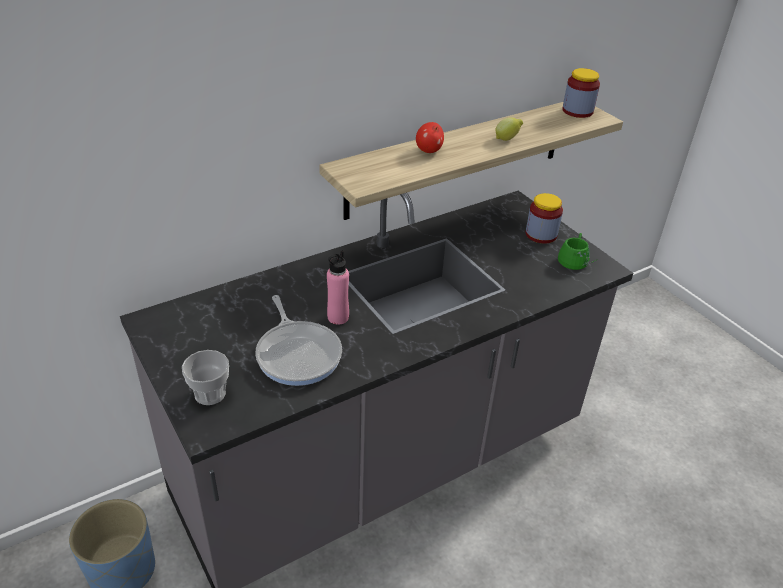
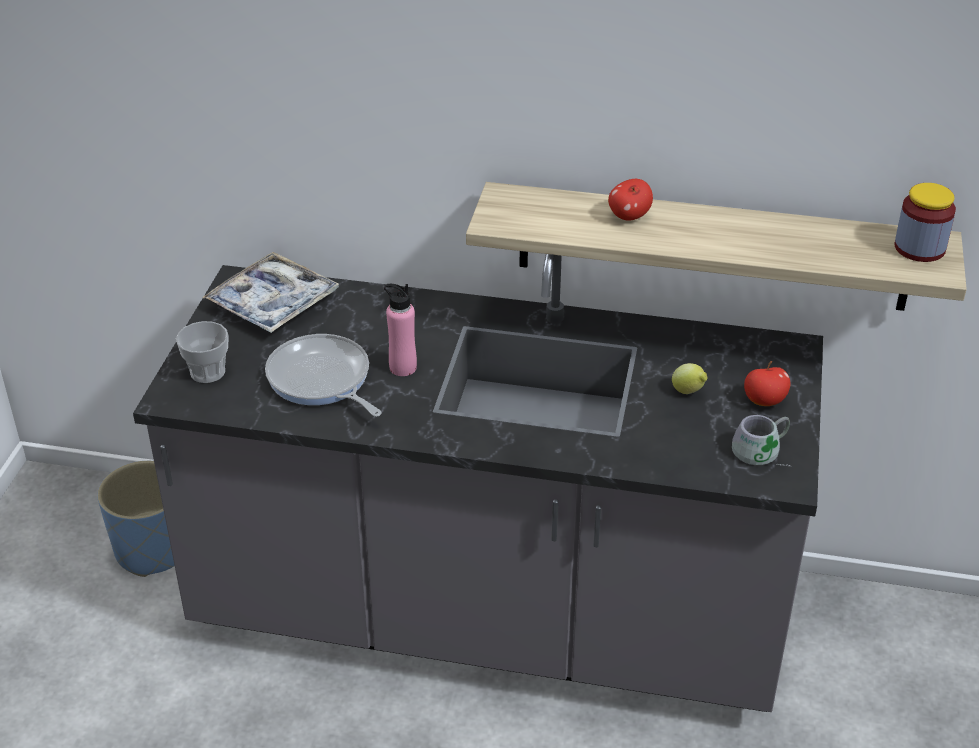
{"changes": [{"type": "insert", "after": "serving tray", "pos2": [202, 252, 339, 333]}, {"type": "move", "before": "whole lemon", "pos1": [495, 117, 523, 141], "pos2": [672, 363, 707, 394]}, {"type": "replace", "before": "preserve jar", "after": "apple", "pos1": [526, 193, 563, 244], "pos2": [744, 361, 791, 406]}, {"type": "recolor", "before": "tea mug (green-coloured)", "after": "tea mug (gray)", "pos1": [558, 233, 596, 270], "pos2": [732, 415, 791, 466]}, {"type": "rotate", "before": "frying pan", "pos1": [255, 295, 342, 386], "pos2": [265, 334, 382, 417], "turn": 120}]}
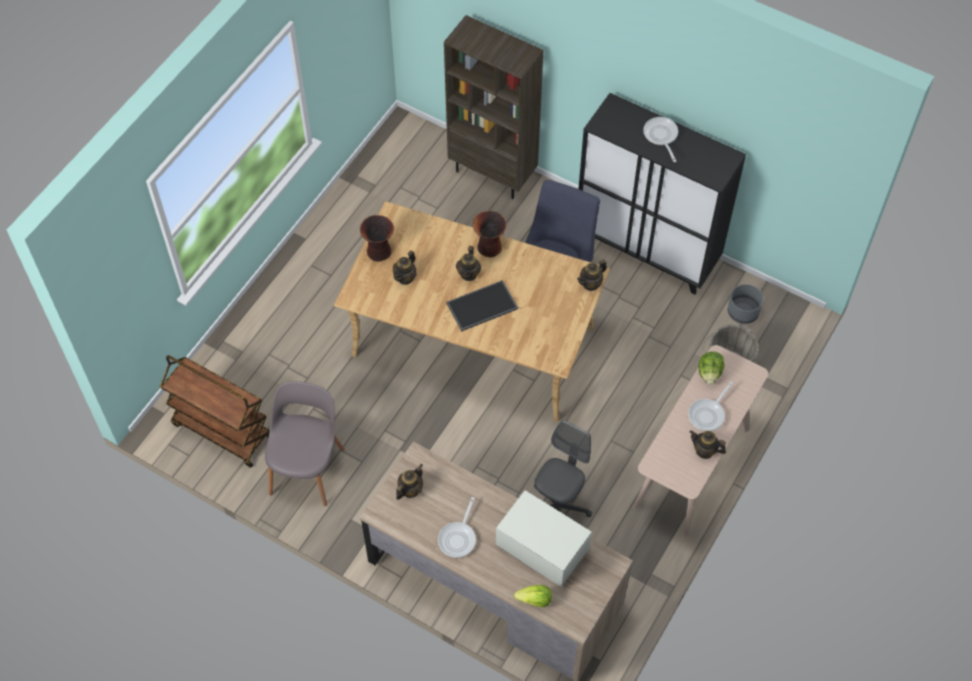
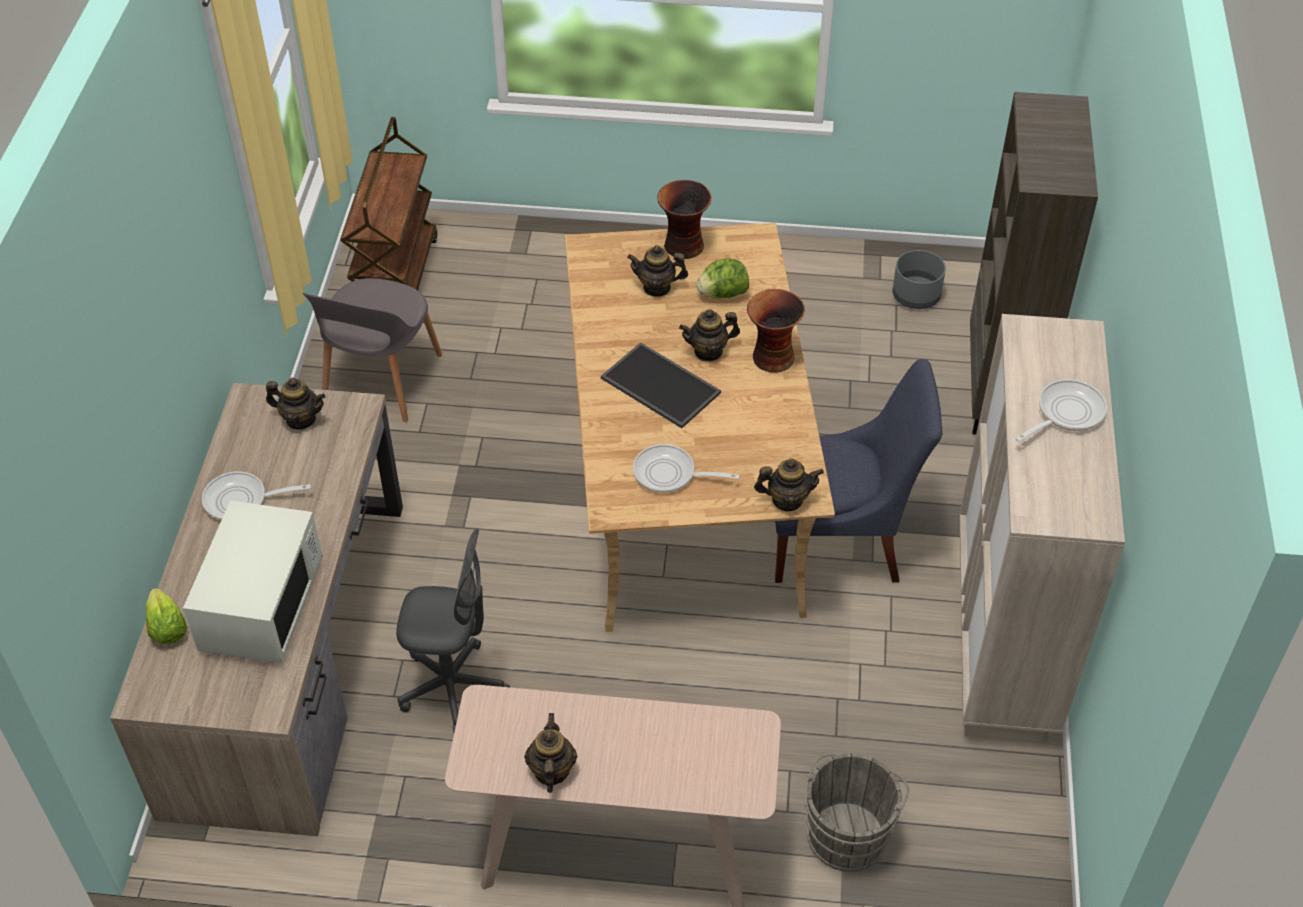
{"changes": [{"type": "move", "before": "frying pan", "pos1": [688, 381, 733, 431], "pos2": [633, 444, 740, 493]}, {"type": "move", "before": "lettuce head", "pos1": [698, 351, 725, 385], "pos2": [697, 258, 749, 298]}, {"type": "move", "before": "flower pot (gray)", "pos1": [728, 284, 763, 324], "pos2": [892, 250, 946, 309]}, {"type": "recolor", "before": "storage cabinet (black)", "after": "storage cabinet (beige)", "pos1": [579, 93, 746, 294], "pos2": [960, 314, 1125, 744]}, {"type": "rotate", "before": "chair (gray)", "pos1": [265, 381, 344, 506], "pos2": [303, 278, 442, 422], "turn": 120}, {"type": "rotate", "before": "pot for tea", "pos1": [577, 259, 607, 291], "pos2": [754, 459, 824, 511], "turn": 150}]}
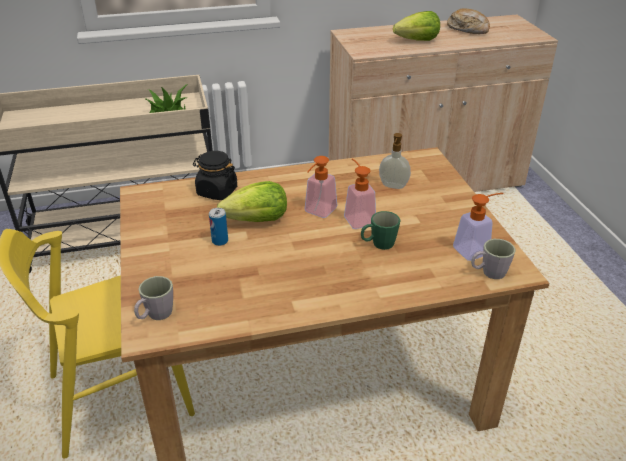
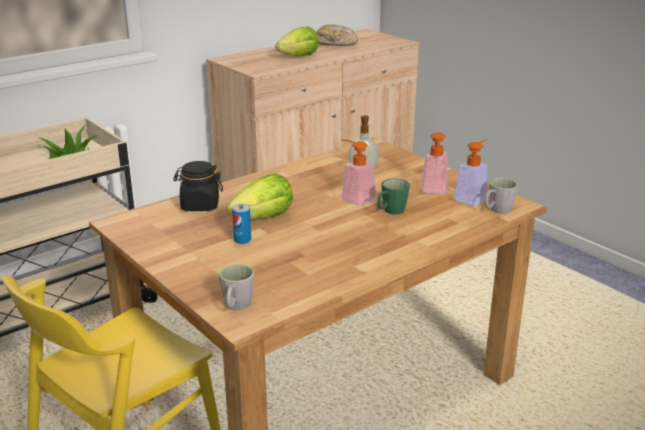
{"changes": [{"type": "move", "before": "soap dispenser", "pos1": [305, 156, 337, 218], "pos2": [421, 132, 448, 194]}]}
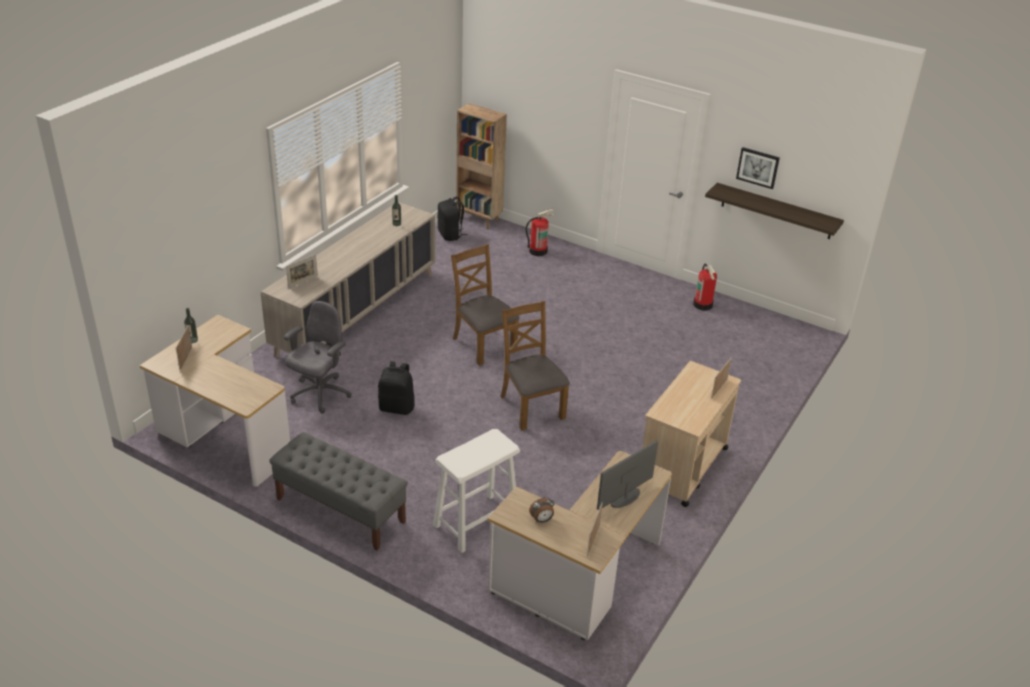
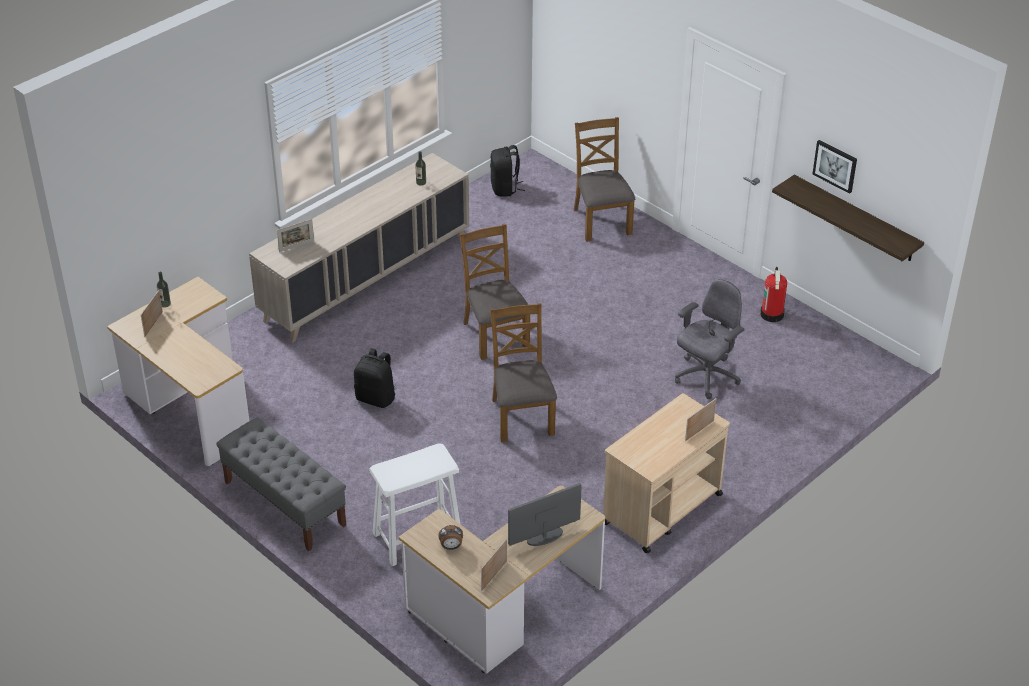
{"changes": [{"type": "delete", "before": "shelving unit (brownish)", "pos1": [456, 103, 507, 229]}, {"type": "move", "before": "desk chair (gray)", "pos1": [284, 301, 352, 414], "pos2": [675, 279, 744, 399]}, {"type": "replace", "before": "fire-fighting cylinder", "after": "chair (brownish)", "pos1": [526, 209, 555, 256], "pos2": [574, 117, 635, 242]}]}
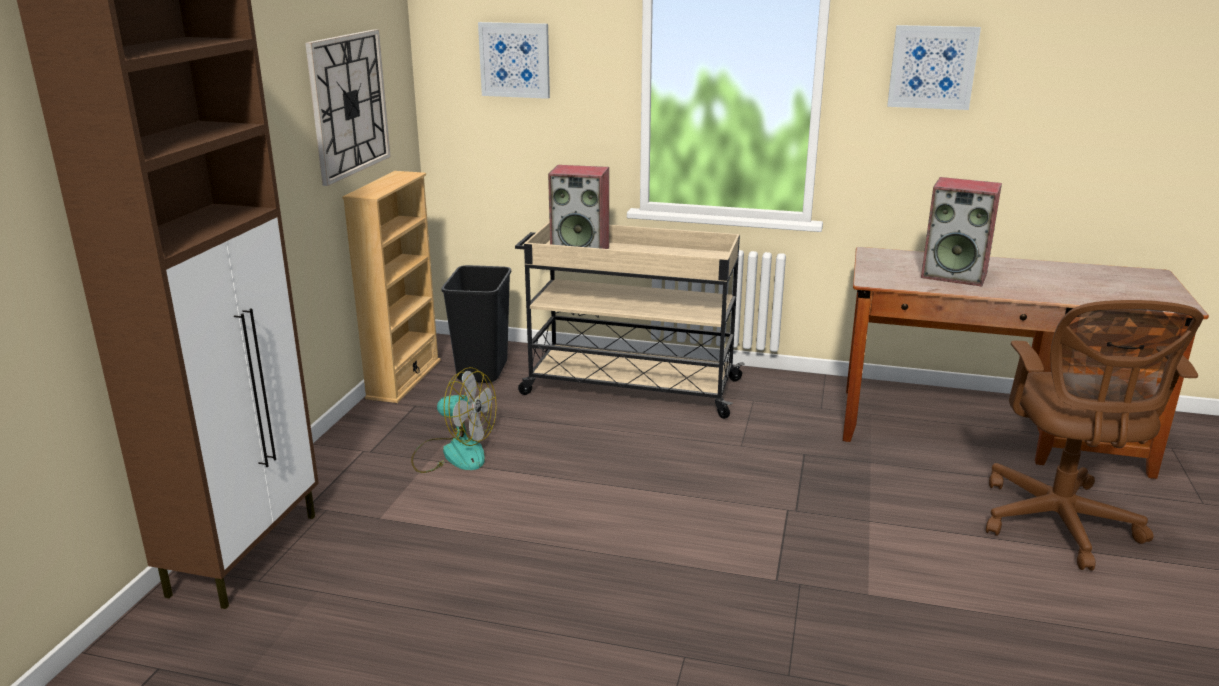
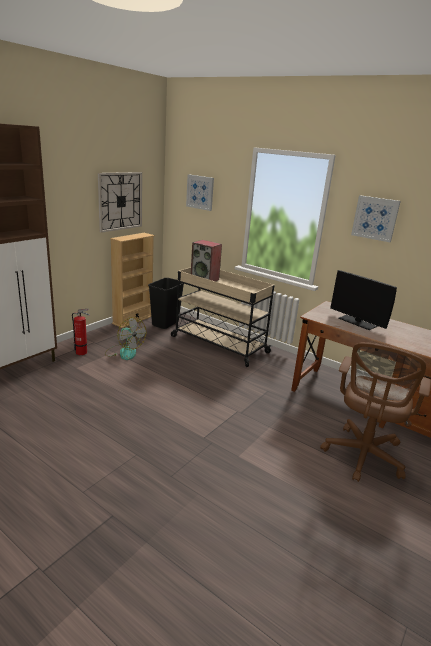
{"changes": [{"type": "insert", "after": "fire-fighting cylinder", "pos2": [72, 309, 90, 355]}, {"type": "replace", "before": "audio speaker", "after": "computer display", "pos1": [921, 177, 1002, 286], "pos2": [330, 270, 397, 330]}]}
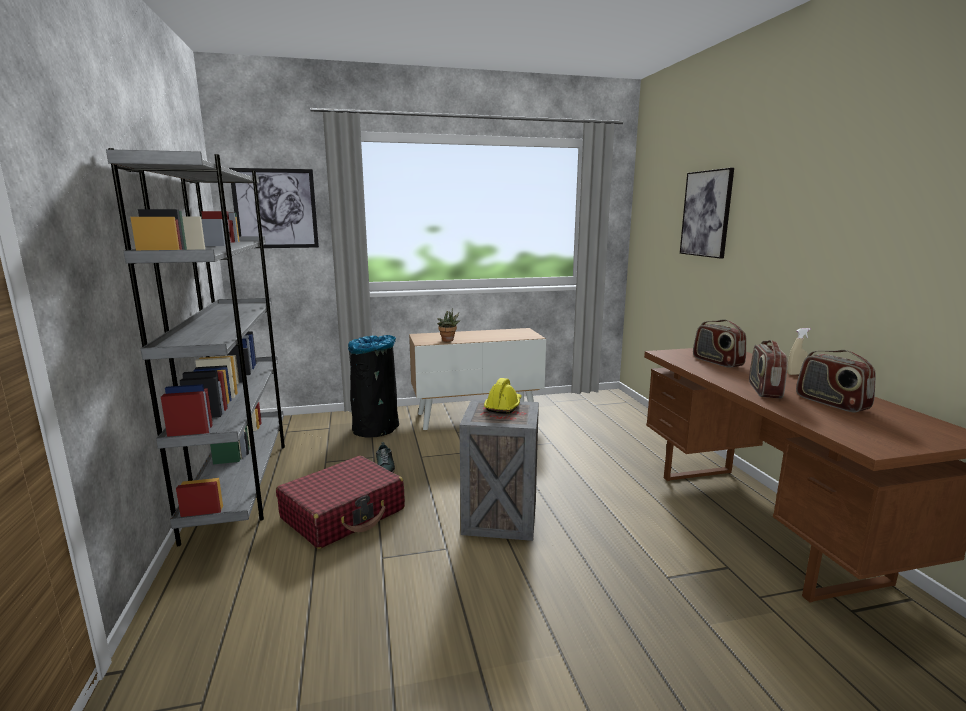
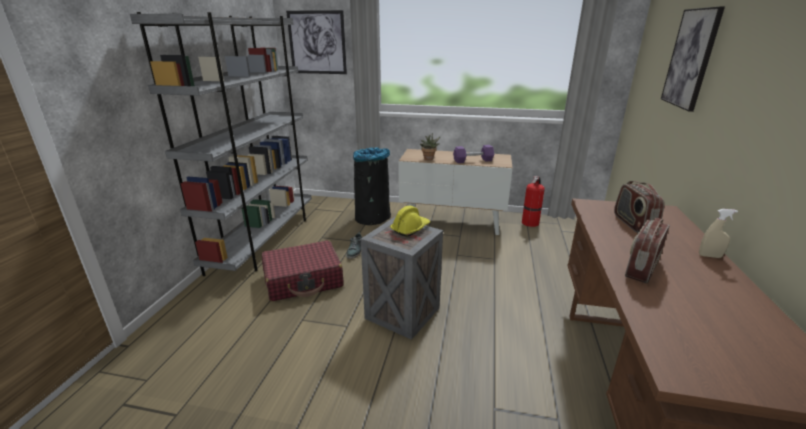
{"changes": [{"type": "delete", "before": "radio receiver", "pos1": [796, 350, 876, 413]}, {"type": "insert", "after": "hand weight (purple-coloured)", "pos2": [453, 145, 494, 163]}, {"type": "insert", "after": "fire-fighting cylinder", "pos2": [522, 176, 545, 227]}]}
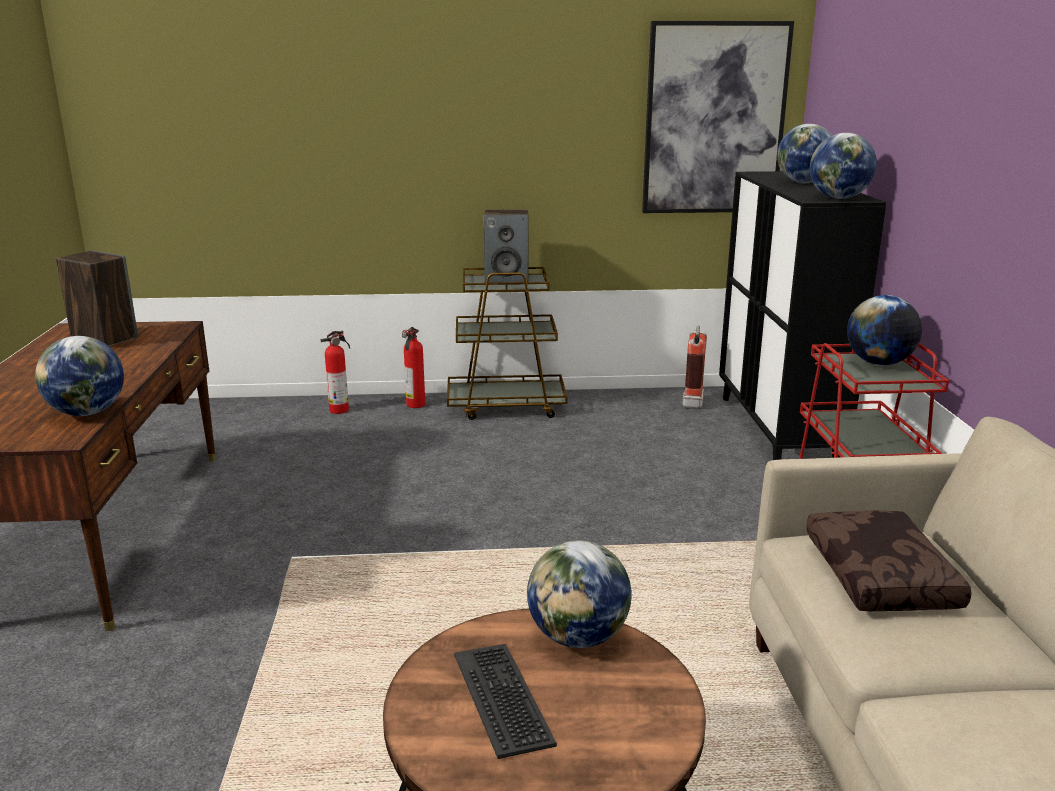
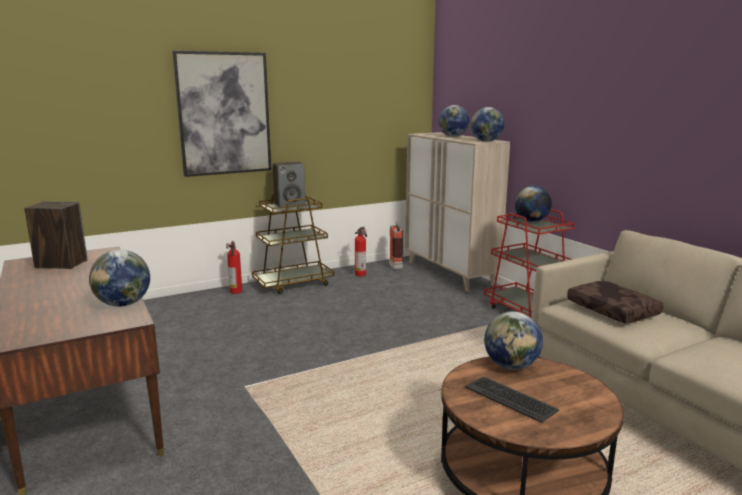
{"changes": [{"type": "move", "before": "fire-fighting cylinder", "pos1": [321, 330, 350, 414], "pos2": [355, 227, 367, 276]}, {"type": "move", "before": "picture", "pos1": [642, 21, 794, 213], "pos2": [172, 51, 271, 177]}, {"type": "recolor", "before": "storage cabinet (black)", "after": "storage cabinet (beige)", "pos1": [719, 171, 886, 460], "pos2": [405, 132, 510, 292]}]}
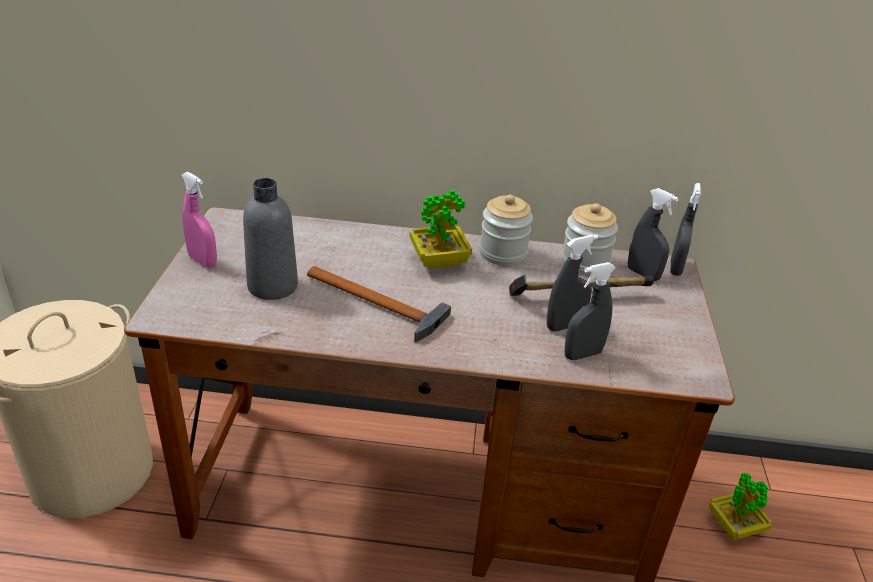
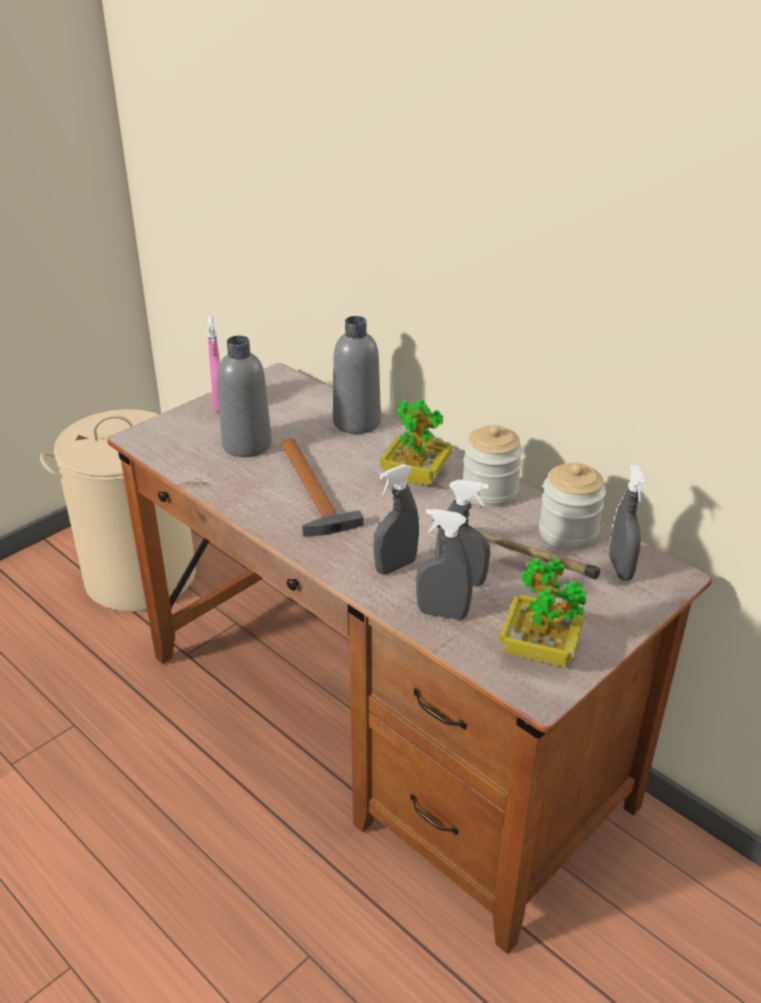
{"changes": [{"type": "insert", "after": "beverage bottle (gray)", "pos2": [333, 316, 381, 434]}, {"type": "move", "before": "spray bottle (gray)", "pos1": [670, 183, 701, 276], "pos2": [373, 464, 419, 574]}, {"type": "move", "before": "potted plant", "pos1": [709, 473, 772, 540], "pos2": [500, 558, 587, 667]}]}
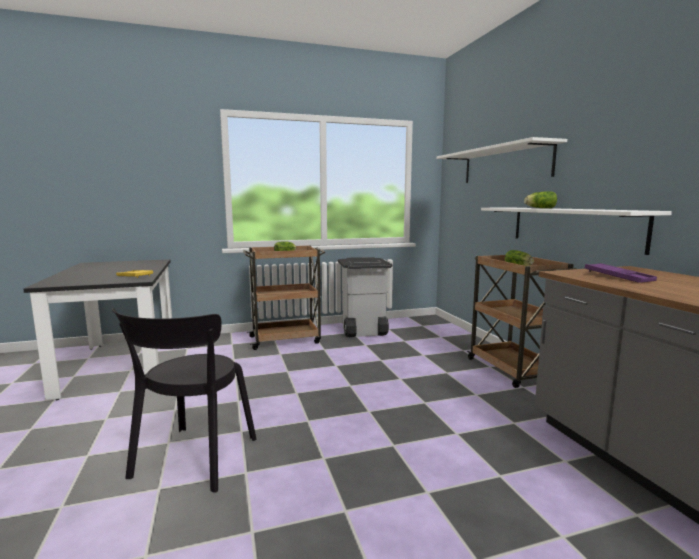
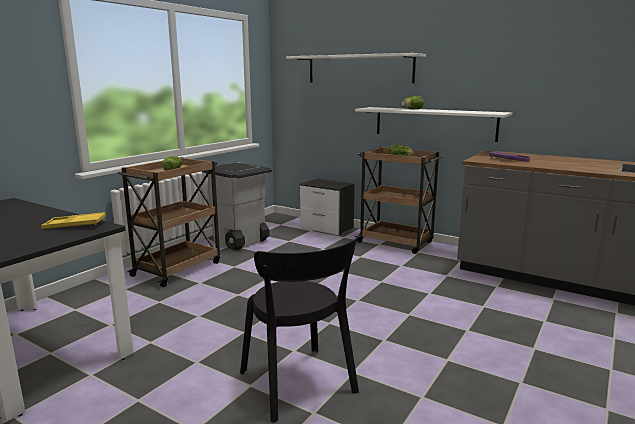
{"changes": [{"type": "insert", "after": "nightstand", "pos2": [300, 178, 355, 236]}]}
